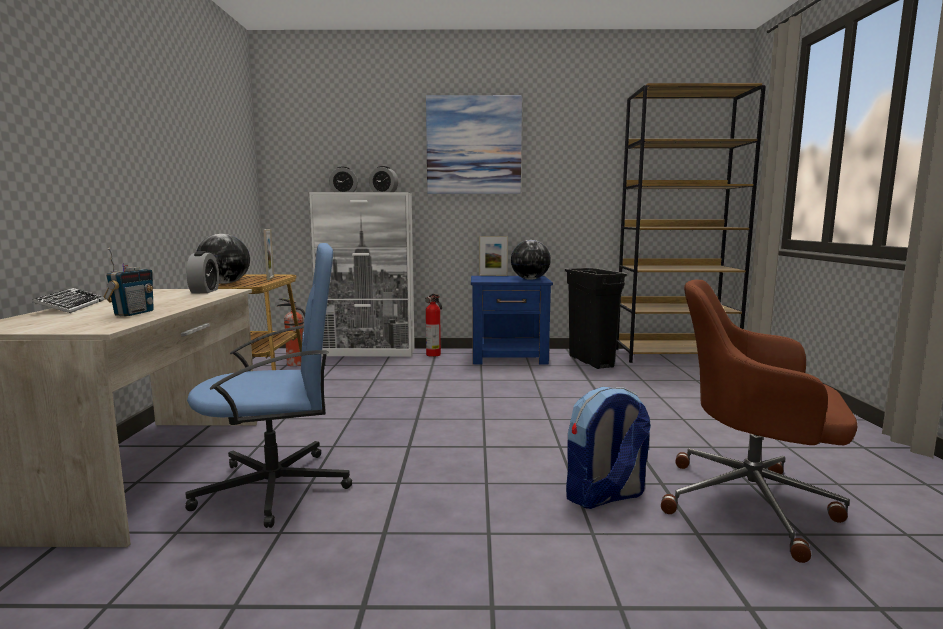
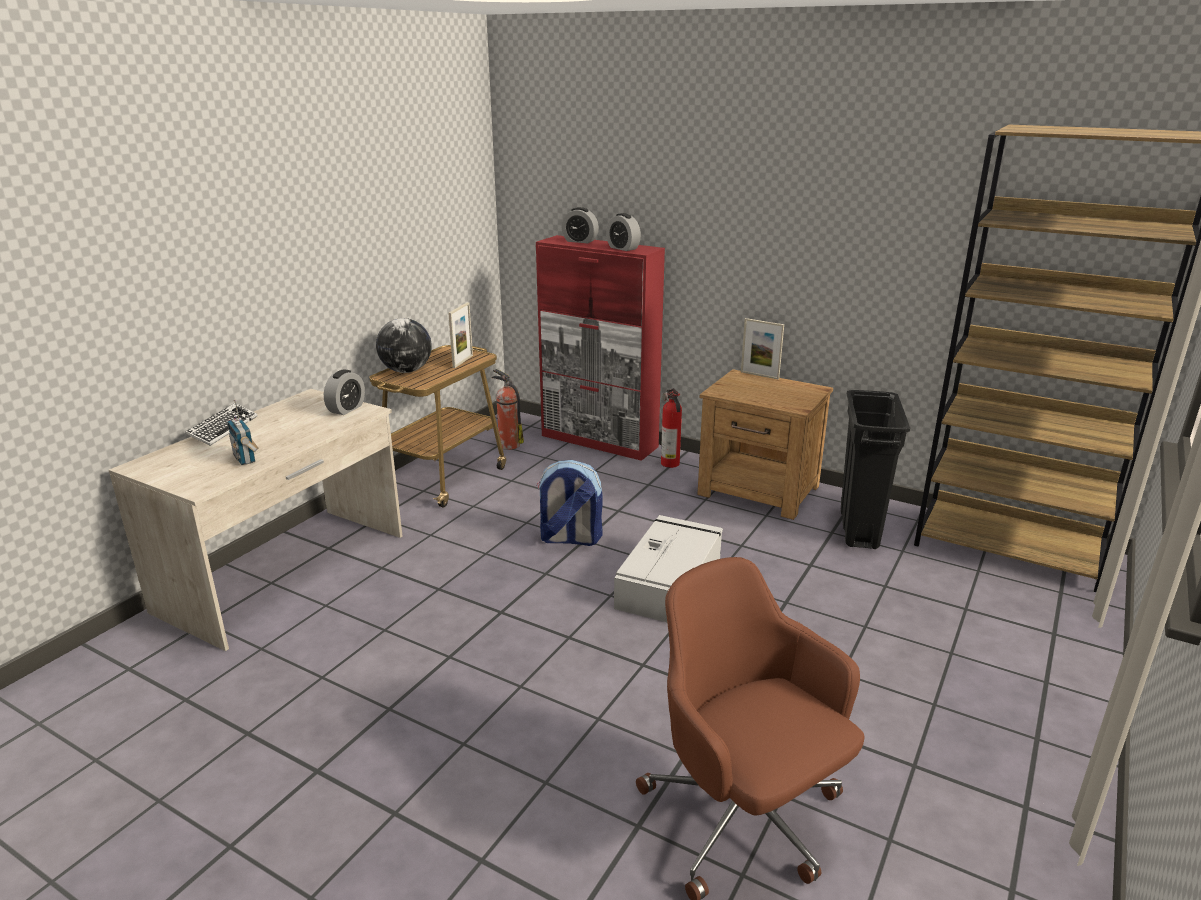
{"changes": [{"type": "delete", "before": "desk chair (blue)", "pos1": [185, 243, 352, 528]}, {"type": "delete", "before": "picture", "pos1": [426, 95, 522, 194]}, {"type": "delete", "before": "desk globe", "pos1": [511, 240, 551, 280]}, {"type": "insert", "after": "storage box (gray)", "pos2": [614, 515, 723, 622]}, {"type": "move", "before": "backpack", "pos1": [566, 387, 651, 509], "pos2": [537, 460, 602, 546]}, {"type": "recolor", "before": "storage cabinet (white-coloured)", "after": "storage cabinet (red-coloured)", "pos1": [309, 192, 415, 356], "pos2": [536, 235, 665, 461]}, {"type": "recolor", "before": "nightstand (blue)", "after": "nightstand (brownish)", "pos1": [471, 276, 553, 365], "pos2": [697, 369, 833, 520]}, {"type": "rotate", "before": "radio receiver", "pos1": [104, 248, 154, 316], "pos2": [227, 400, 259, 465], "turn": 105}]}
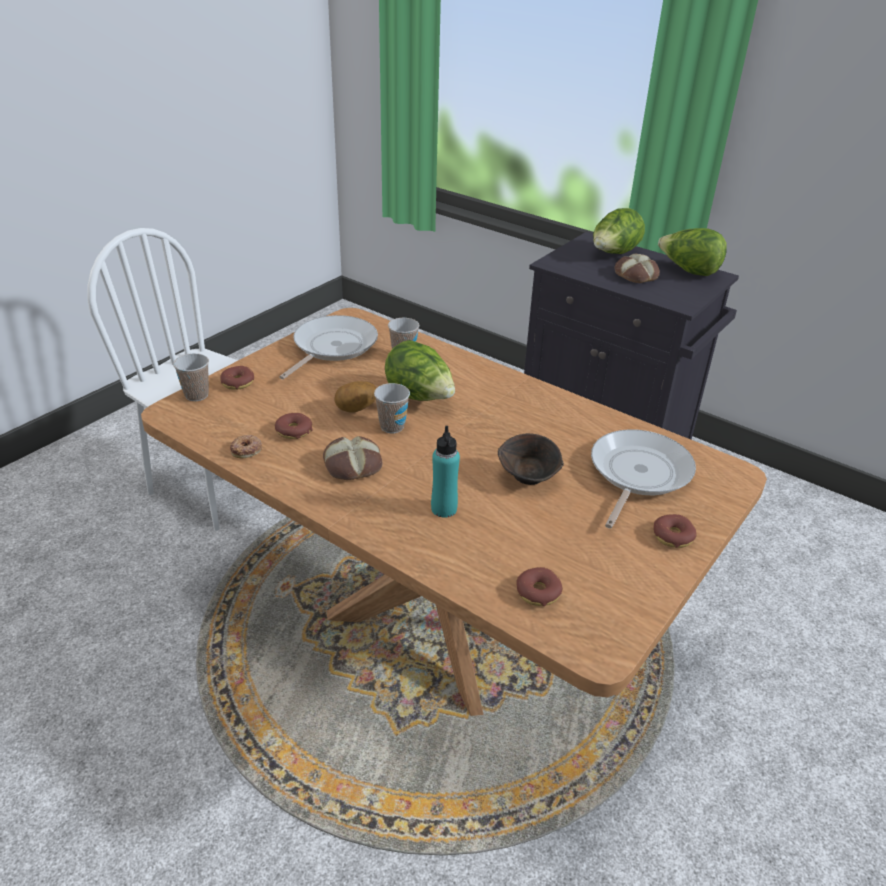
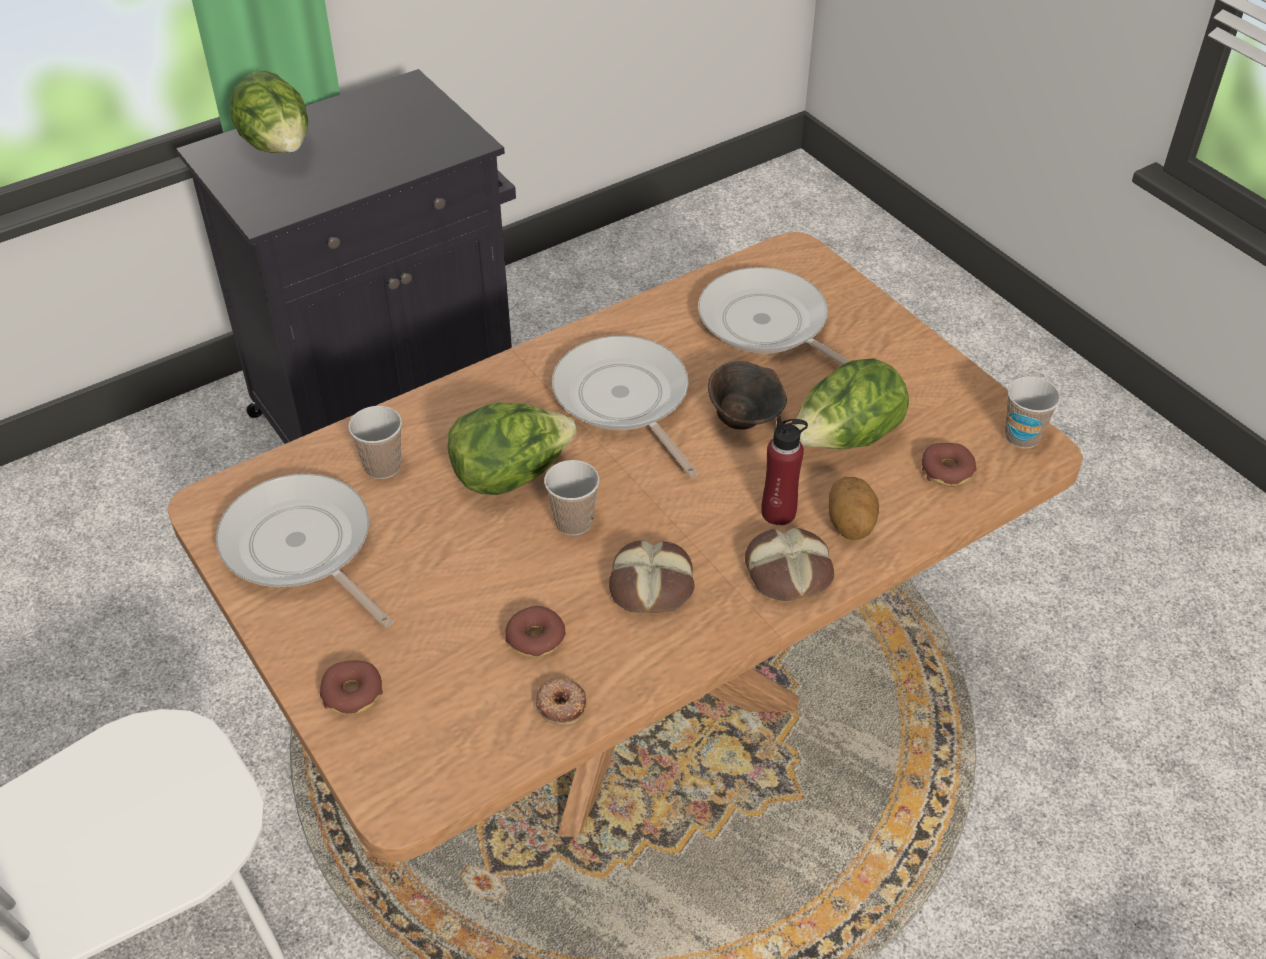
{"changes": [{"type": "delete", "before": "doughnut", "pos1": [654, 514, 697, 548]}, {"type": "insert", "after": "frying pan", "pos2": [552, 336, 698, 477]}, {"type": "move", "before": "cup", "pos1": [173, 353, 209, 401], "pos2": [1005, 376, 1061, 448]}, {"type": "move", "before": "potato", "pos1": [334, 381, 376, 413], "pos2": [828, 477, 879, 540]}, {"type": "move", "before": "bread", "pos1": [615, 254, 660, 283], "pos2": [745, 528, 834, 601]}, {"type": "move", "before": "lettuce head", "pos1": [658, 228, 726, 276], "pos2": [794, 358, 909, 449]}, {"type": "recolor", "before": "beverage bottle (turquoise)", "after": "beverage bottle (red-coloured)", "pos1": [431, 426, 460, 518], "pos2": [761, 416, 808, 525]}]}
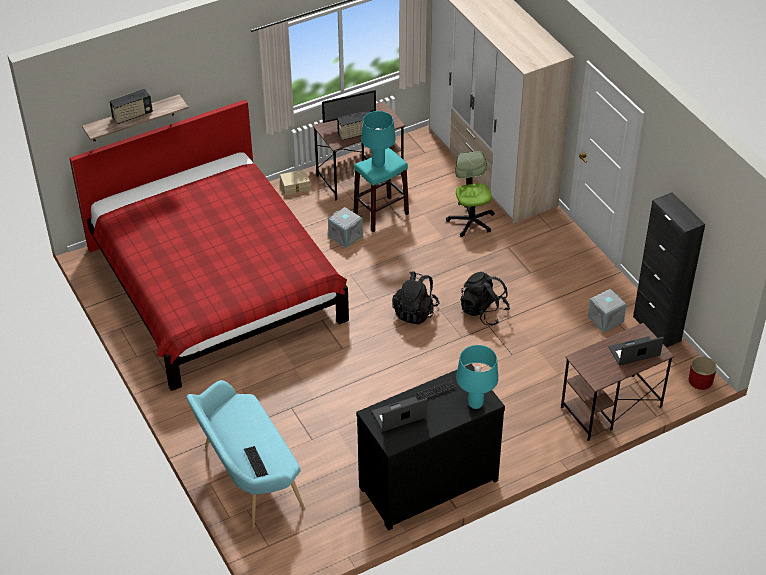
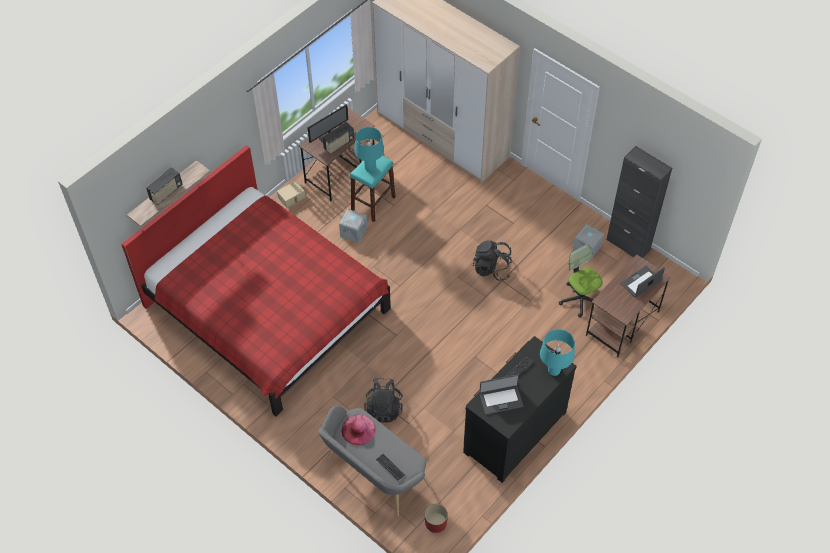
{"changes": [{"type": "insert", "after": "hat (pink)", "pos2": [342, 414, 376, 445]}, {"type": "move", "before": "backpack (black)", "pos1": [392, 272, 439, 325], "pos2": [364, 378, 403, 423]}, {"type": "move", "before": "desk chair", "pos1": [446, 151, 495, 237], "pos2": [559, 244, 603, 317]}, {"type": "move", "before": "flower pot (red-coloured)", "pos1": [689, 356, 717, 390], "pos2": [425, 504, 448, 533]}, {"type": "recolor", "before": "bench (turquoise)", "after": "bench (gray)", "pos1": [187, 380, 305, 529], "pos2": [318, 405, 431, 517]}, {"type": "rotate", "before": "notebook computer", "pos1": [372, 397, 428, 431], "pos2": [479, 374, 523, 415], "turn": -150}]}
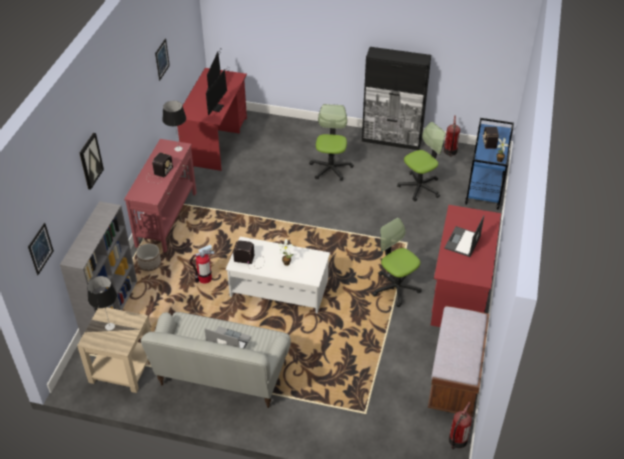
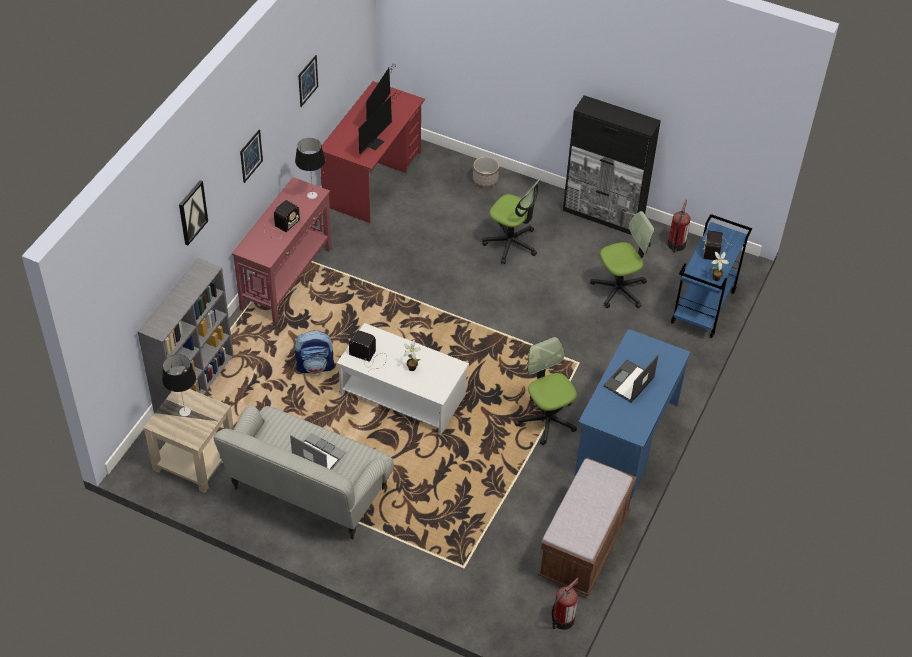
{"changes": [{"type": "move", "before": "picture", "pos1": [28, 223, 54, 275], "pos2": [240, 129, 263, 183]}, {"type": "move", "before": "flower pot", "pos1": [136, 244, 161, 271], "pos2": [473, 156, 499, 188]}, {"type": "replace", "before": "fire-fighting cylinder", "after": "backpack", "pos1": [189, 244, 215, 284], "pos2": [295, 331, 334, 374]}, {"type": "recolor", "before": "desk unit (red-coloured)", "after": "desk unit (blue)", "pos1": [431, 205, 501, 327], "pos2": [575, 329, 691, 498]}, {"type": "rotate", "before": "desk chair", "pos1": [309, 104, 354, 181], "pos2": [482, 179, 541, 264], "turn": 105}]}
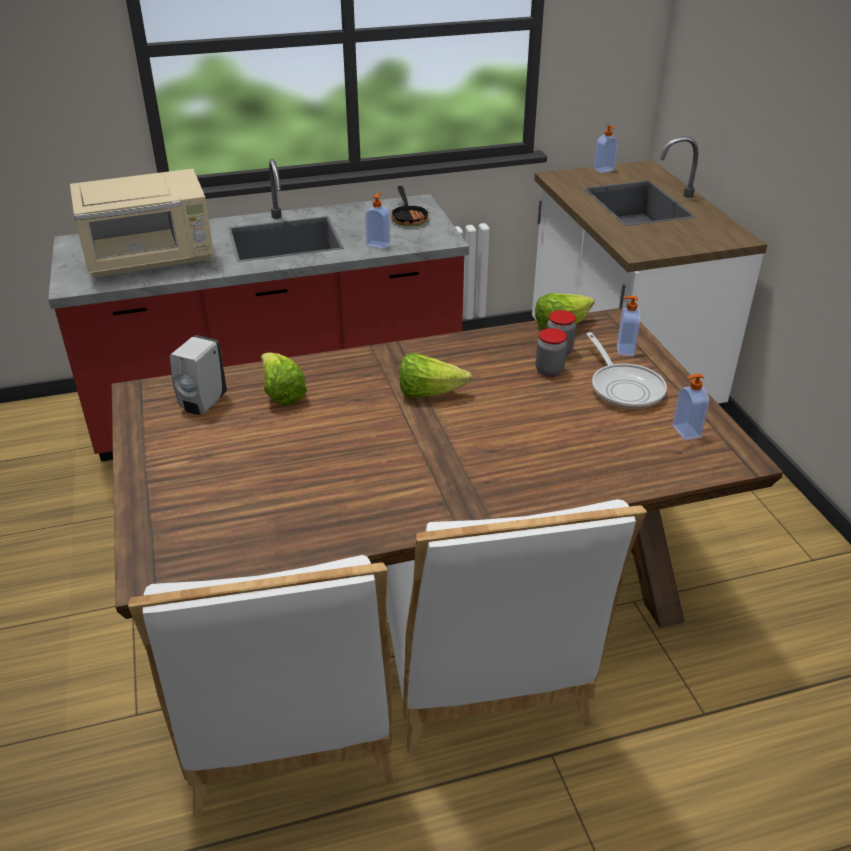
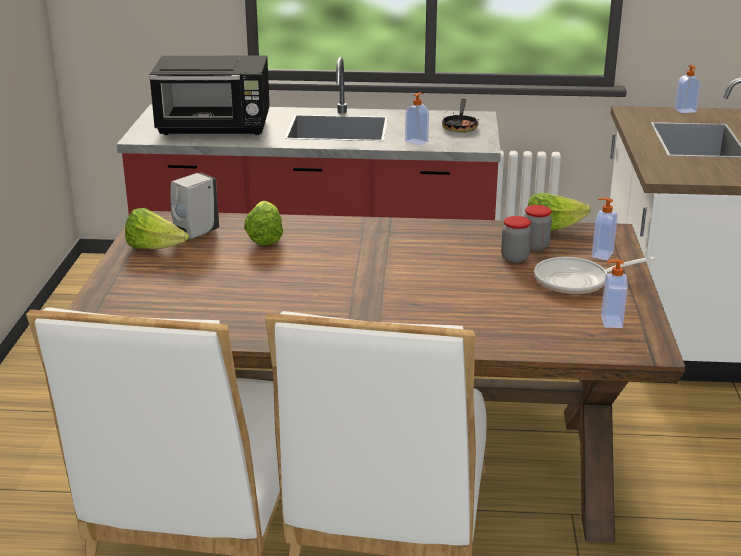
{"changes": [{"type": "move", "before": "lettuce head", "pos1": [400, 353, 472, 398], "pos2": [125, 208, 189, 249]}, {"type": "recolor", "before": "microwave (beige)", "after": "microwave (black)", "pos1": [70, 169, 214, 278], "pos2": [149, 56, 270, 135]}, {"type": "rotate", "before": "frying pan", "pos1": [586, 332, 667, 409], "pos2": [534, 256, 656, 295], "turn": 75}]}
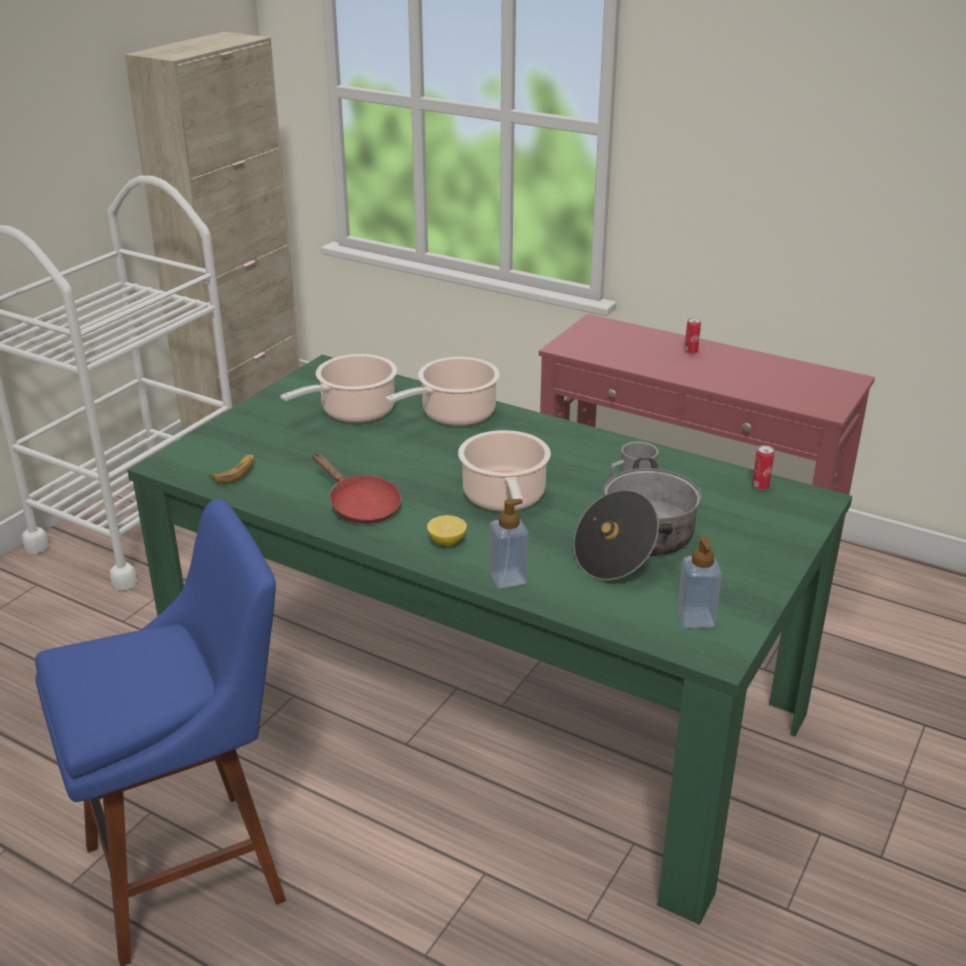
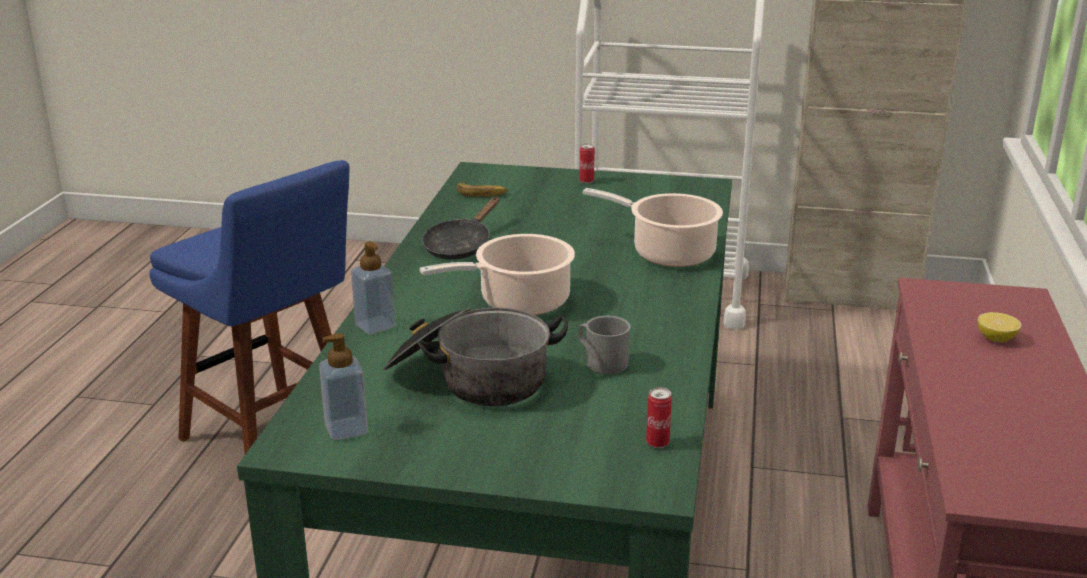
{"changes": [{"type": "delete", "before": "cooking pot", "pos1": [280, 354, 397, 423]}, {"type": "move", "before": "whole lemon", "pos1": [427, 515, 467, 546], "pos2": [978, 312, 1021, 342]}, {"type": "move", "before": "can", "pos1": [684, 318, 701, 354], "pos2": [579, 144, 595, 184]}, {"type": "recolor", "before": "frying pan (red-coloured)", "after": "frying pan (black)", "pos1": [312, 453, 401, 524], "pos2": [422, 197, 499, 260]}]}
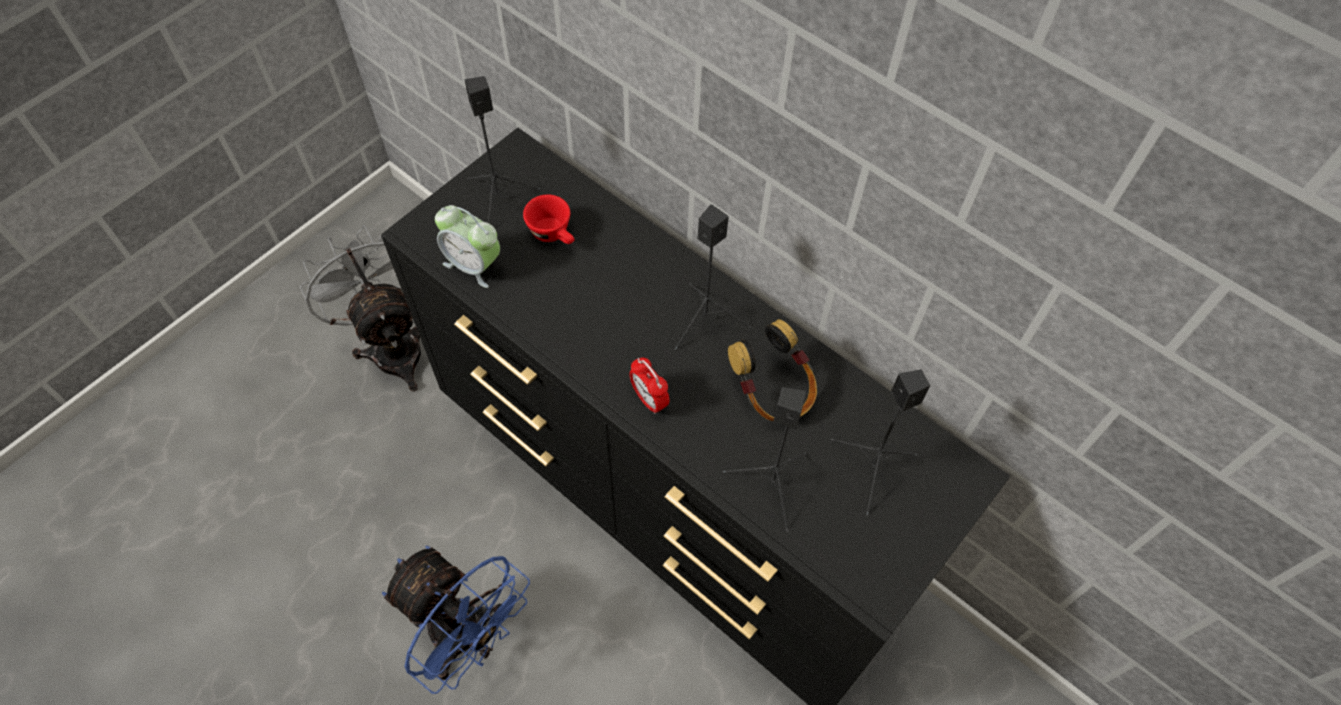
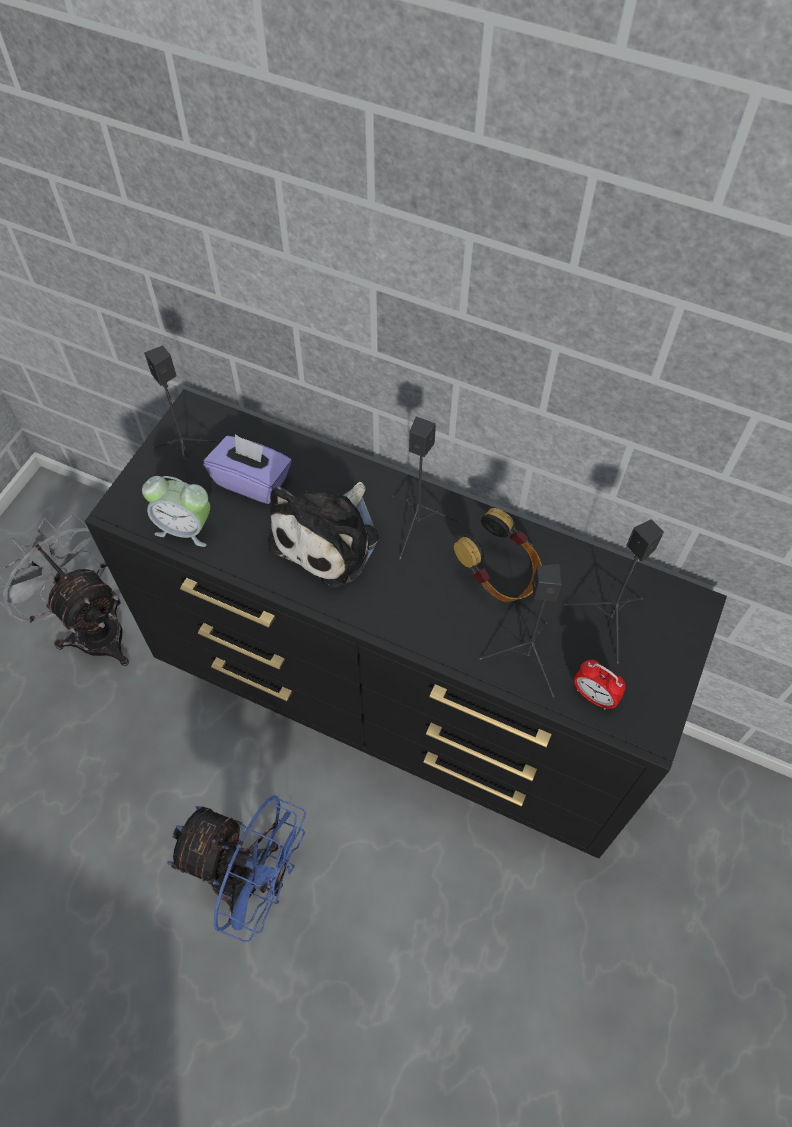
{"changes": [{"type": "insert", "after": "cuddly toy", "pos2": [268, 482, 379, 588]}, {"type": "move", "before": "table clock", "pos1": [630, 358, 670, 414], "pos2": [574, 660, 626, 709]}, {"type": "replace", "before": "cup (red-coloured)", "after": "box of tissues (purple-coloured)", "pos1": [523, 195, 575, 244], "pos2": [204, 434, 292, 504]}]}
